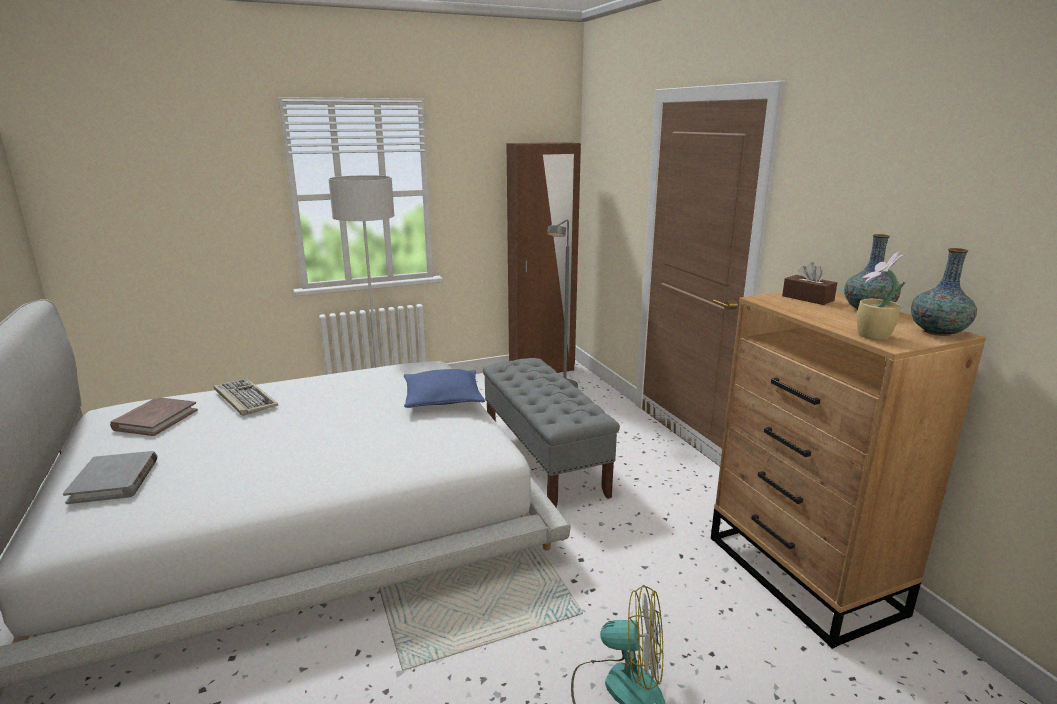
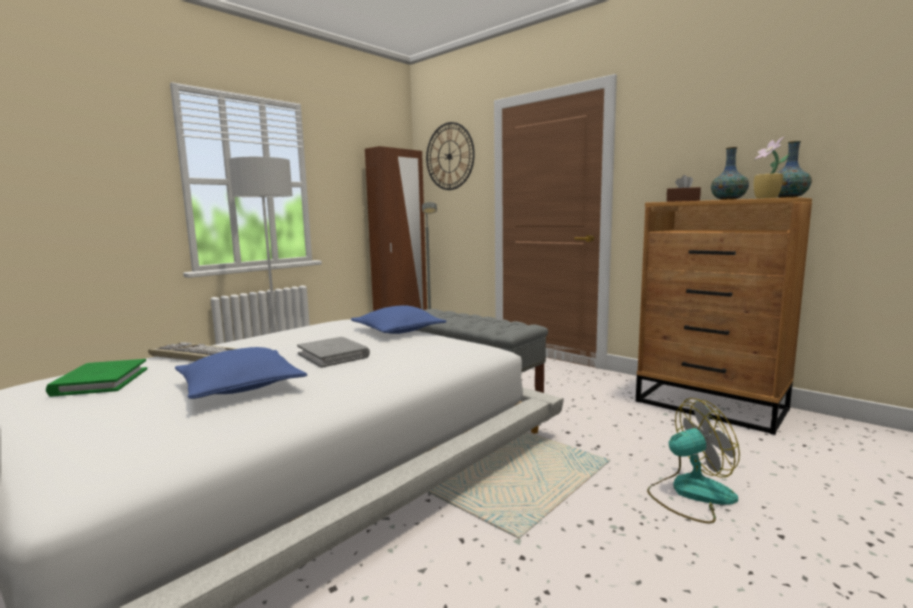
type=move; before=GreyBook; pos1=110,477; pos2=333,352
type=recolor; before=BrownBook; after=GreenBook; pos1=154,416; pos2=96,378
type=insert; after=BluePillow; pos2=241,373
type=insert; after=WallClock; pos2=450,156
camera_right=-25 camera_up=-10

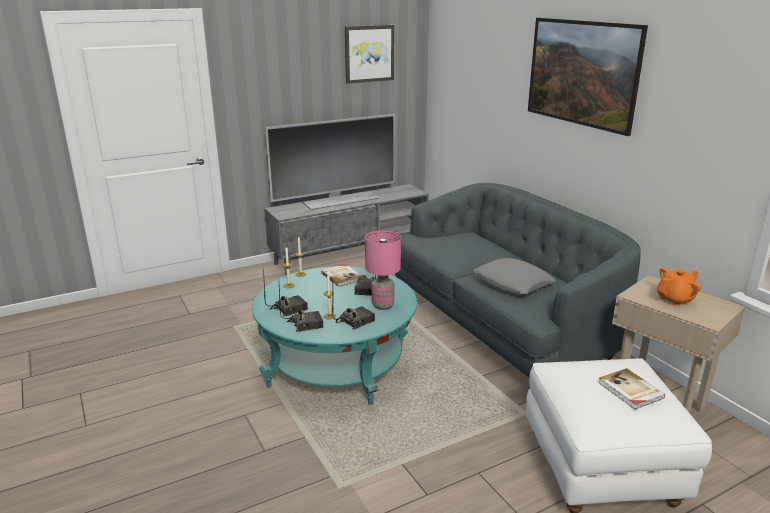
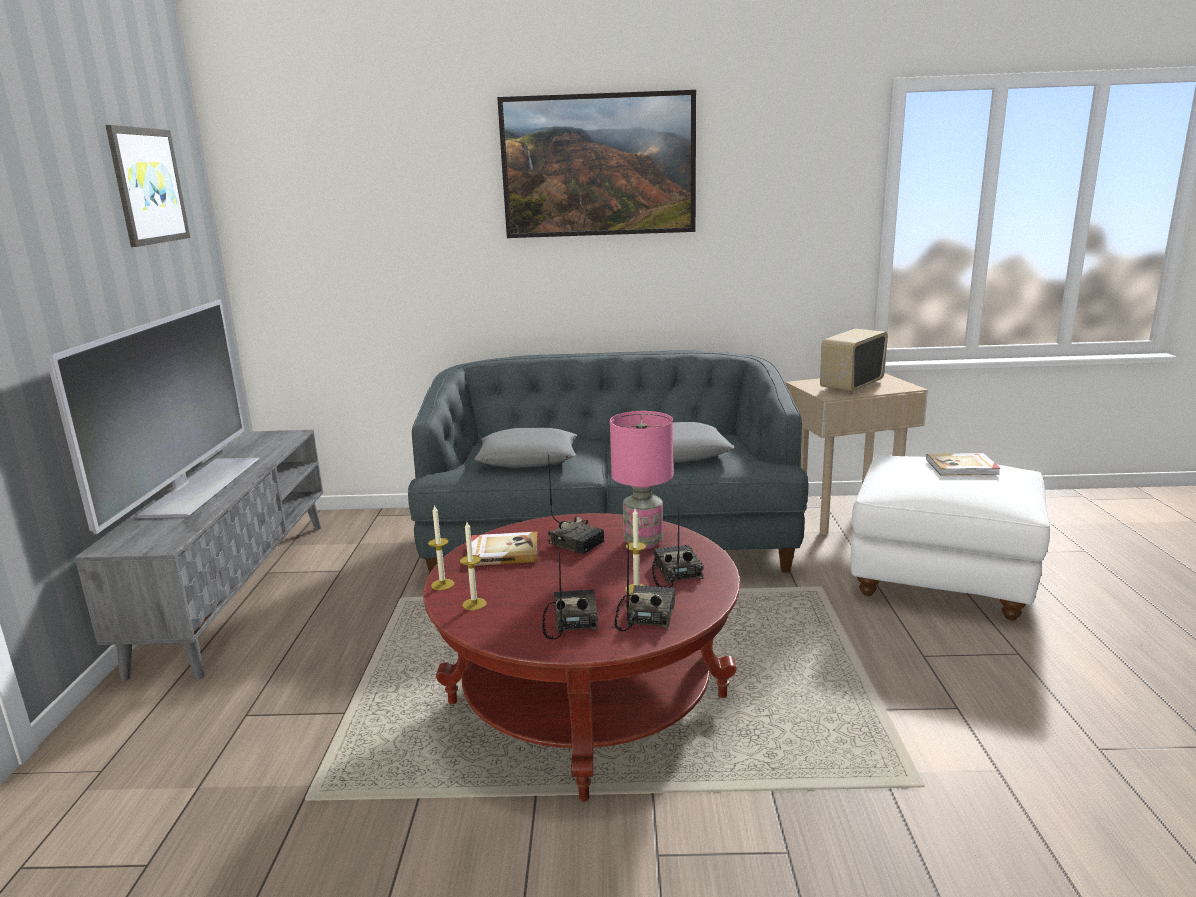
type=recolor; before=TurquoiseCoffeeTable; after=RedCoffeeTable; pos1=334,336; pos2=581,657
type=replace; before=OrangeTeapot; after=Radio; pos1=679,286; pos2=854,361
type=insert; after=GreyPillow; pos2=525,447
camera_right=-60 camera_up=-5

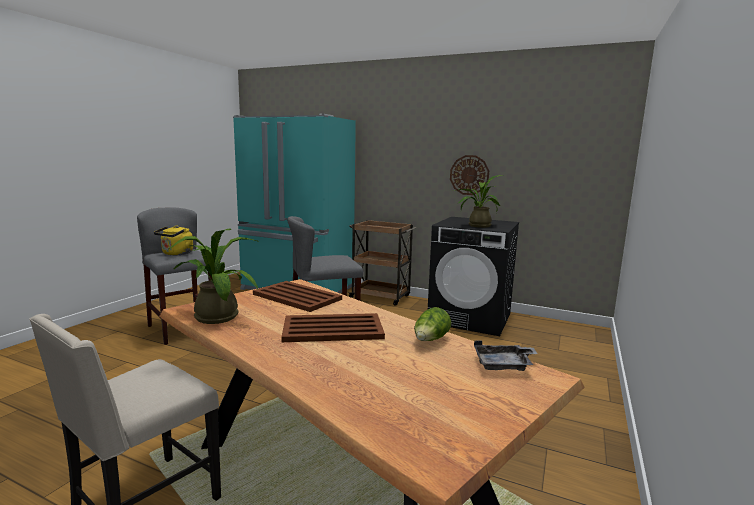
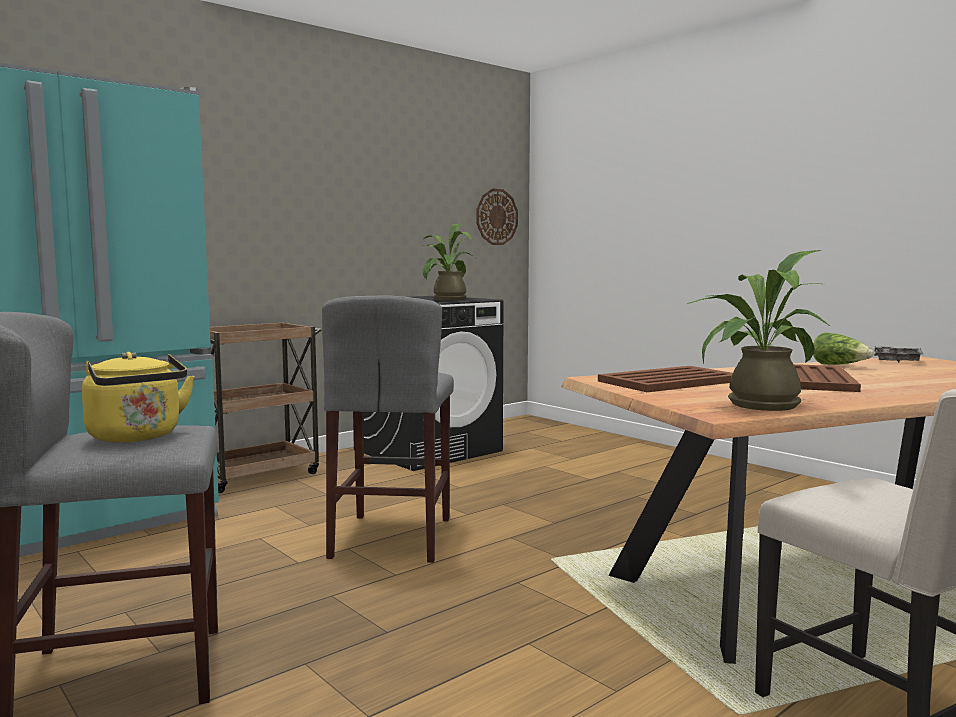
type=move; before=WallClock; pos1=469,175; pos2=497,216
camera_right=-65 camera_up=-5

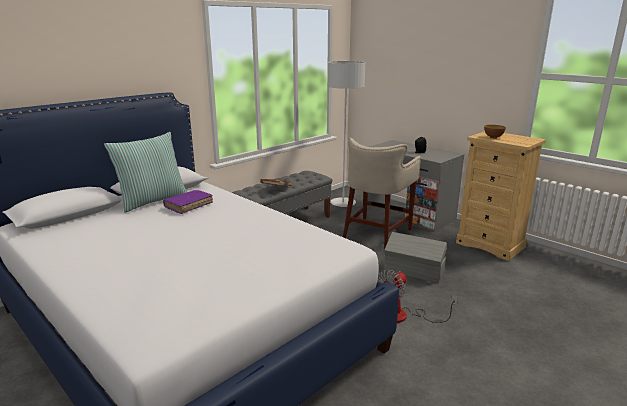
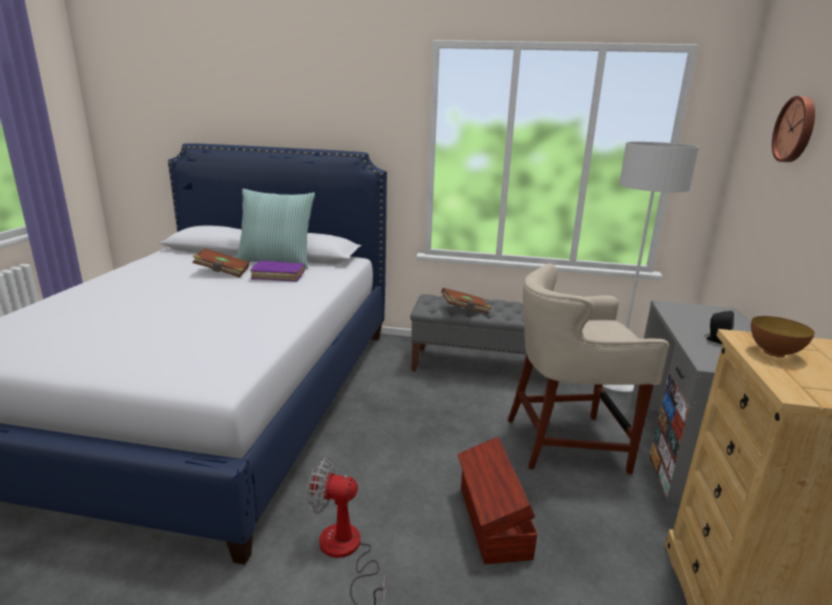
type=recolor; before=GreyStorageBox; after=BrownStorageBox; pos1=415,257; pos2=497,500
type=insert; after=BrownBook; pos2=221,263
type=insert; after=WallClock; pos2=793,129
camera_right=55 camera_up=0

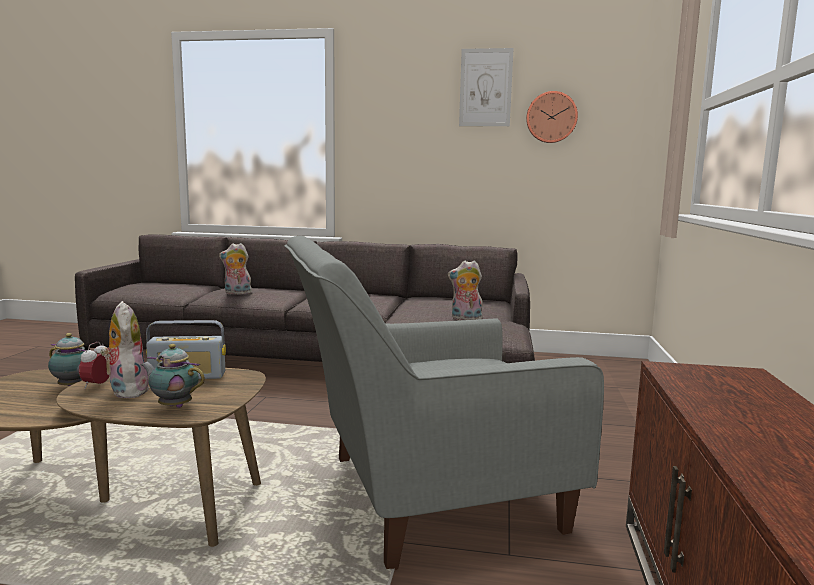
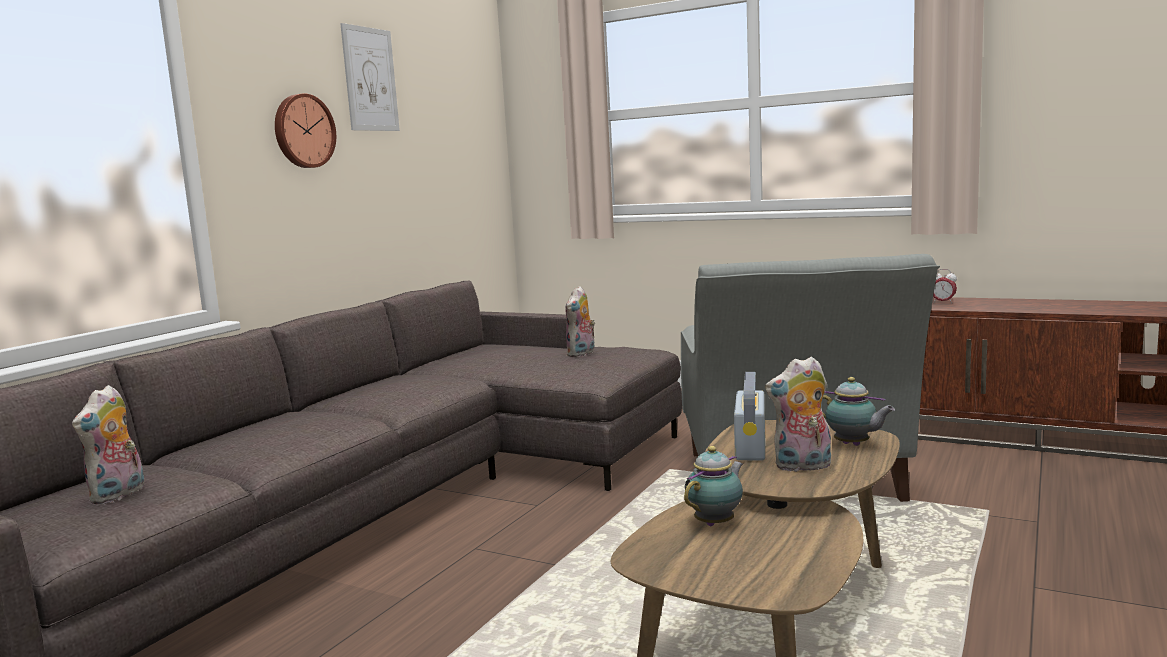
type=move; before=AlarmClock; pos1=94,365; pos2=945,286
type=rotate; before=Teapot; pos1=173,376; pos2=858,411; turn=-90
type=move; before=PlushToy; pos1=235,269; pos2=108,444
type=move; before=WallClock; pos1=552,117; pos2=305,130
camera_right=-70 camera_up=0

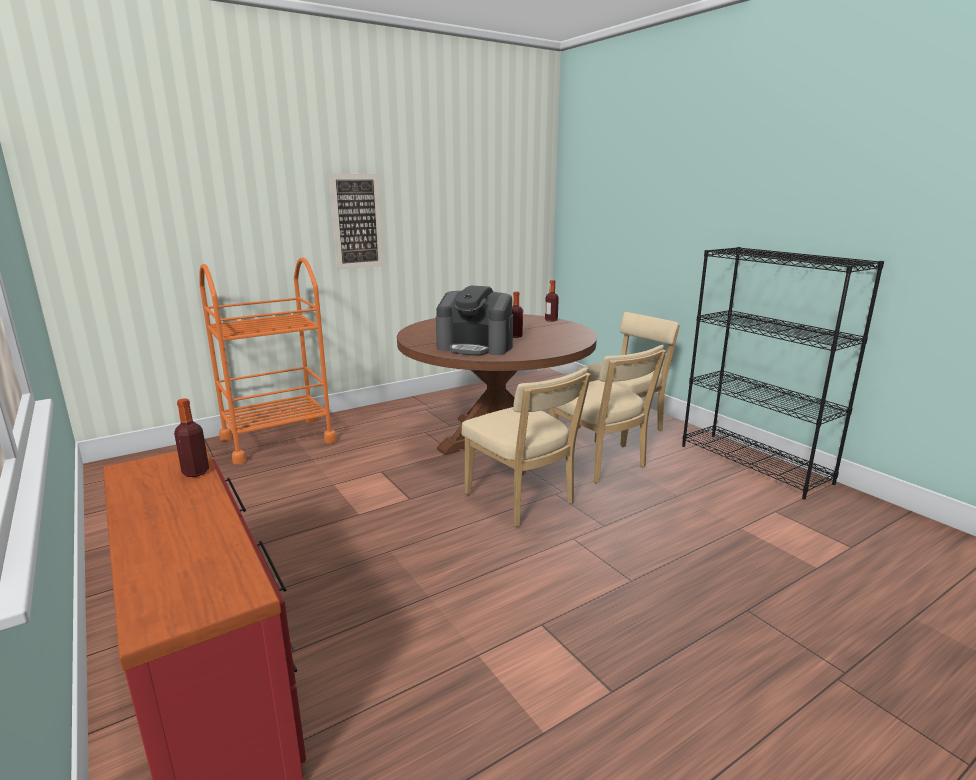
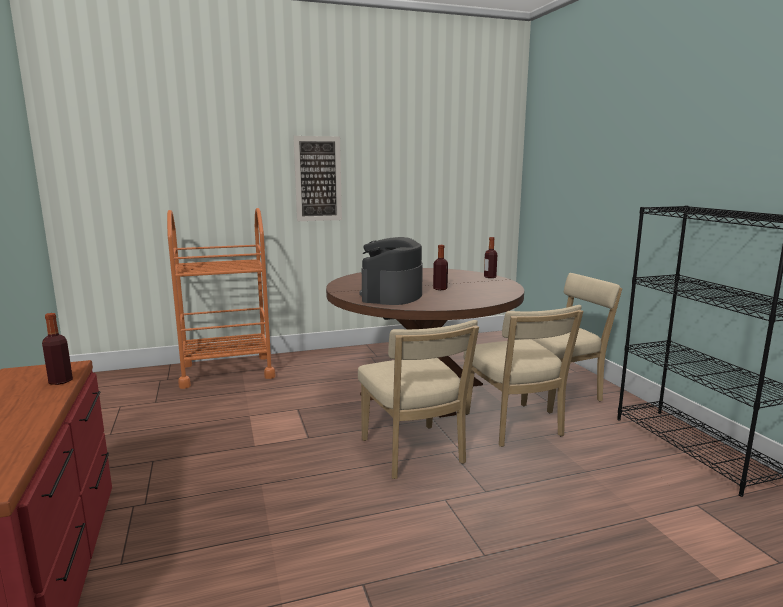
type=rotate; before=CoffeeMachine; pos1=474,321; pos2=391,271; turn=75
camera_right=15 camera_up=-5

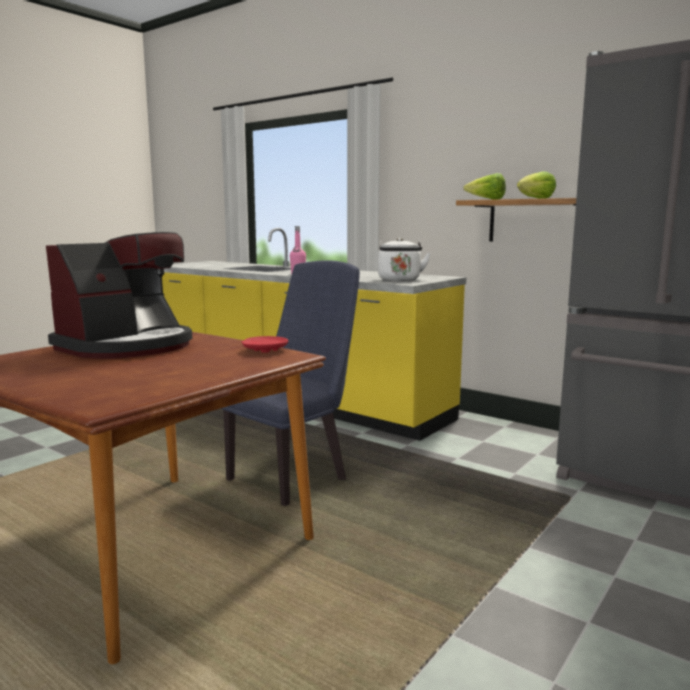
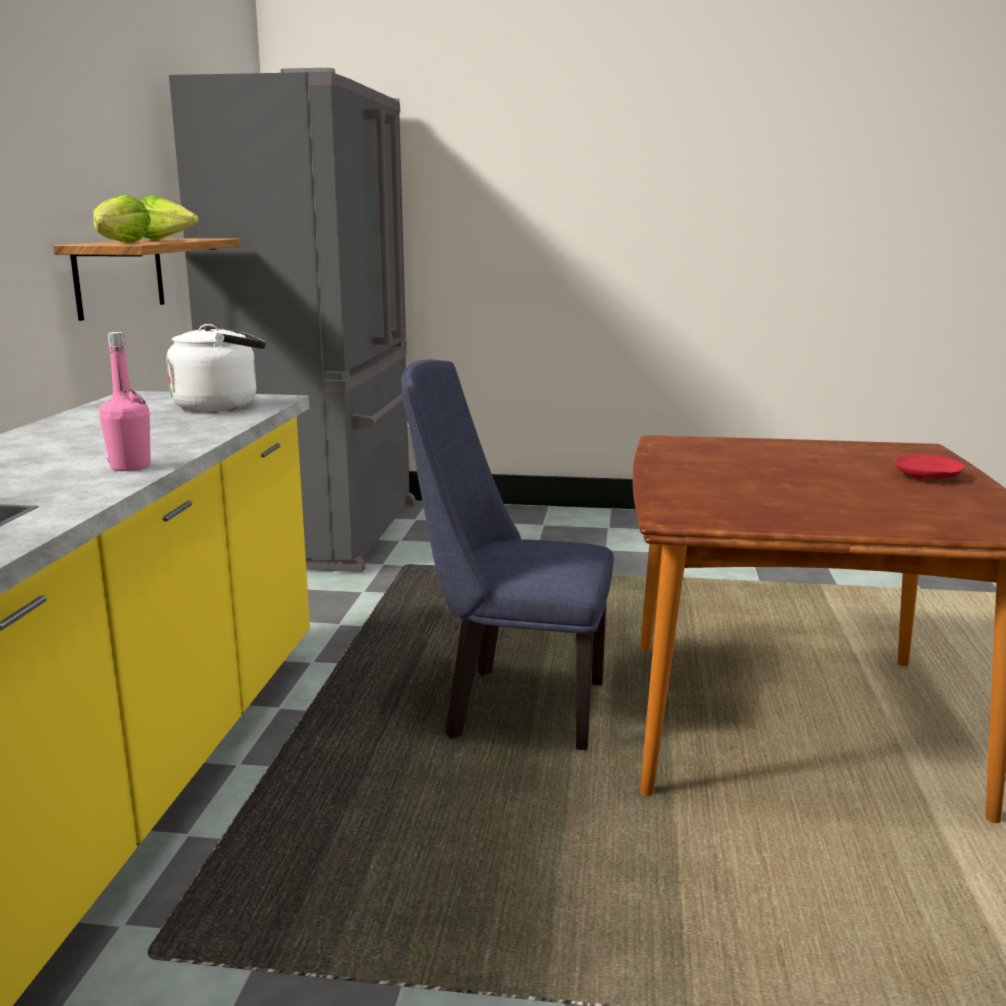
type=delete; before=CoffeeMachine; pos1=119,295
type=move; before=RedPlate; pos1=265,344; pos2=929,467
camera_right=-120 camera_up=5

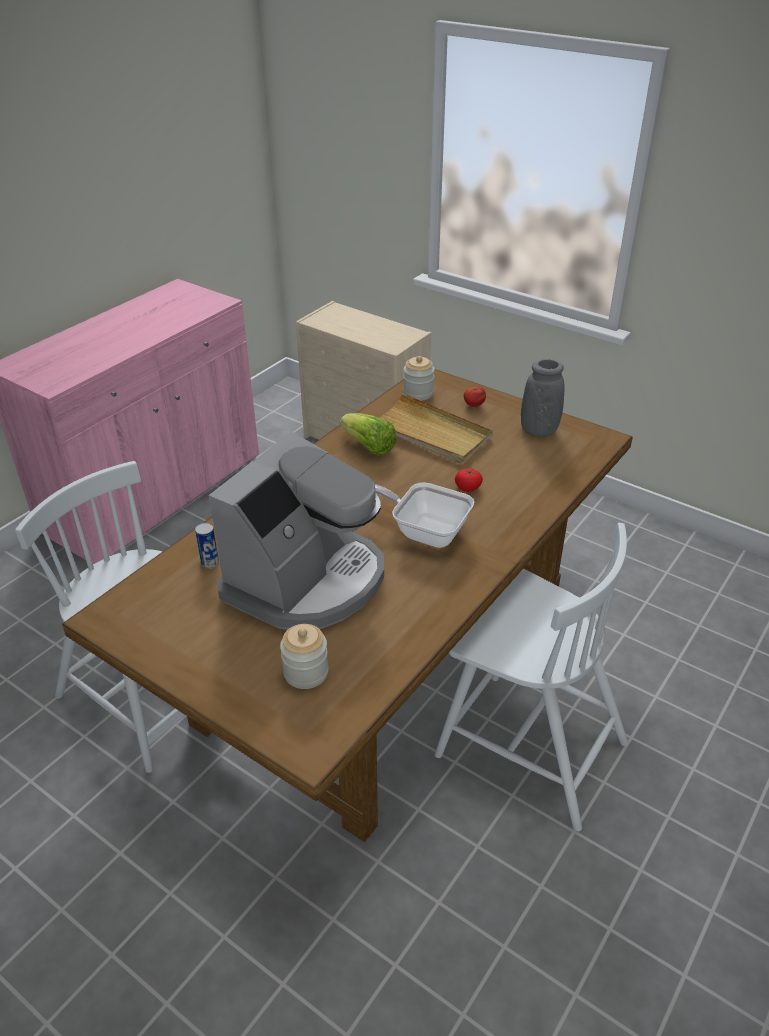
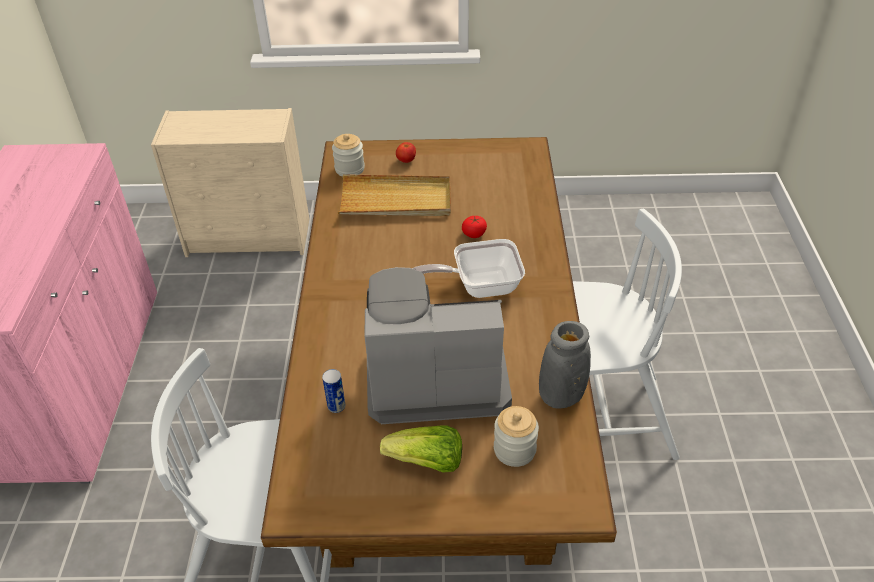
type=rotate; before=CoffeeMachine; pos1=296,530; pos2=438,345; turn=-90
type=move; before=Lettuce; pos1=368,434; pos2=421,449
type=move; before=GreyVase; pos1=542,397; pos2=565,364
camera_right=-35 camera_up=5

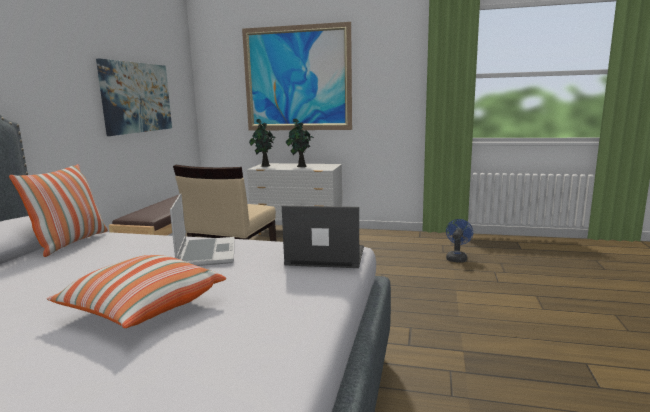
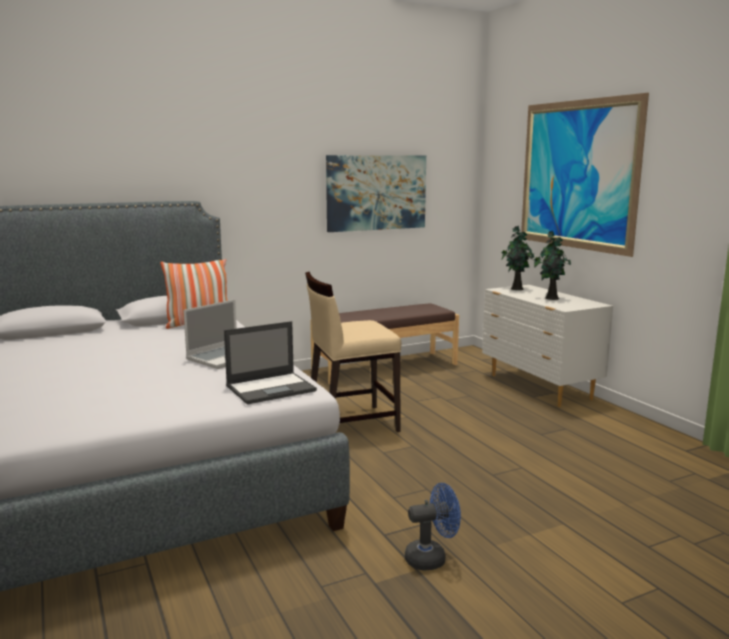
type=delete; before=Pillow; pos1=136,291
type=rotate; before=Laptop; pos1=323,237; pos2=270,362; turn=90
type=move; before=BlueFan; pos1=459,241; pos2=433,527
camera_right=50 camera_up=0

